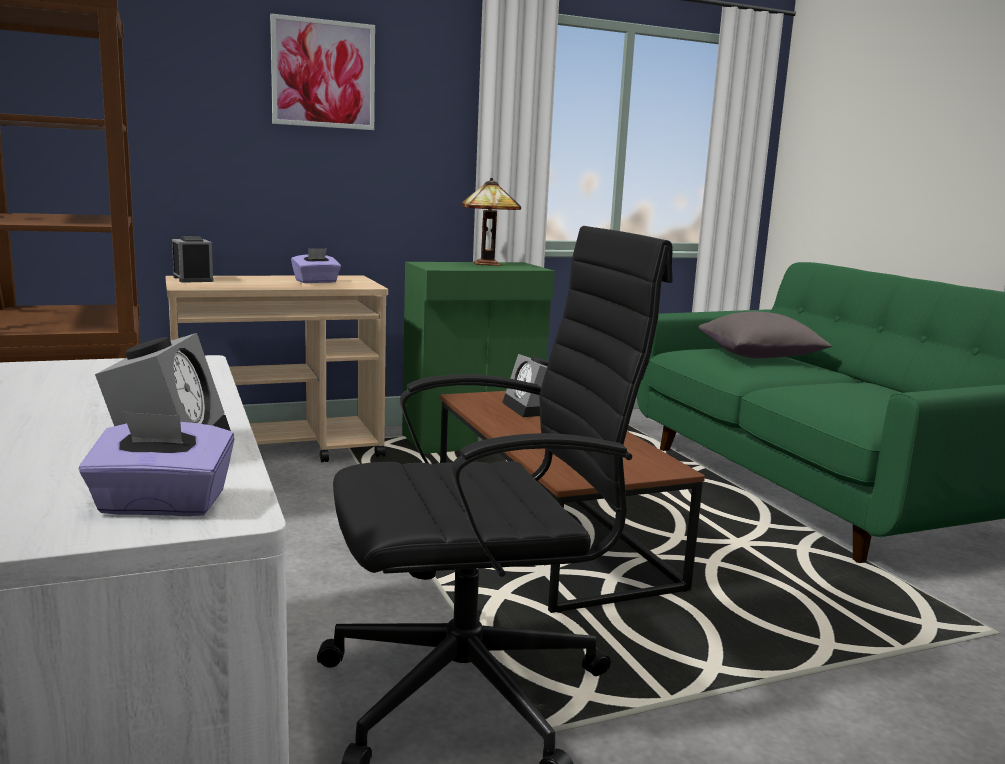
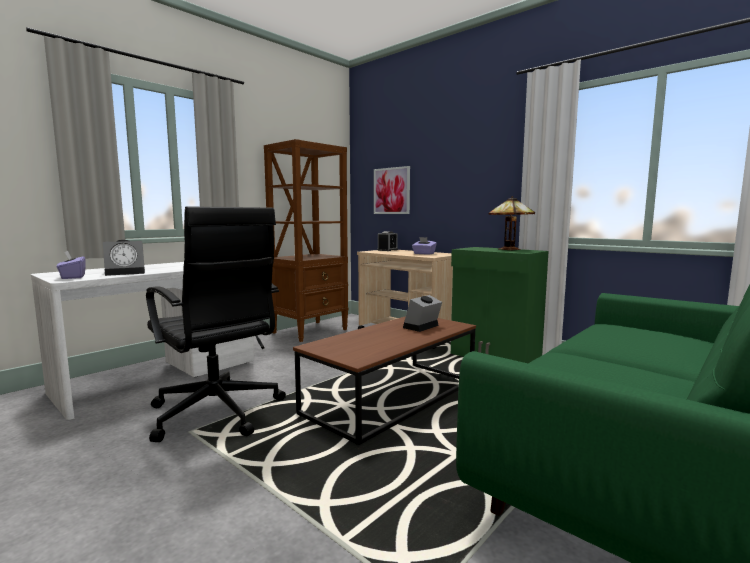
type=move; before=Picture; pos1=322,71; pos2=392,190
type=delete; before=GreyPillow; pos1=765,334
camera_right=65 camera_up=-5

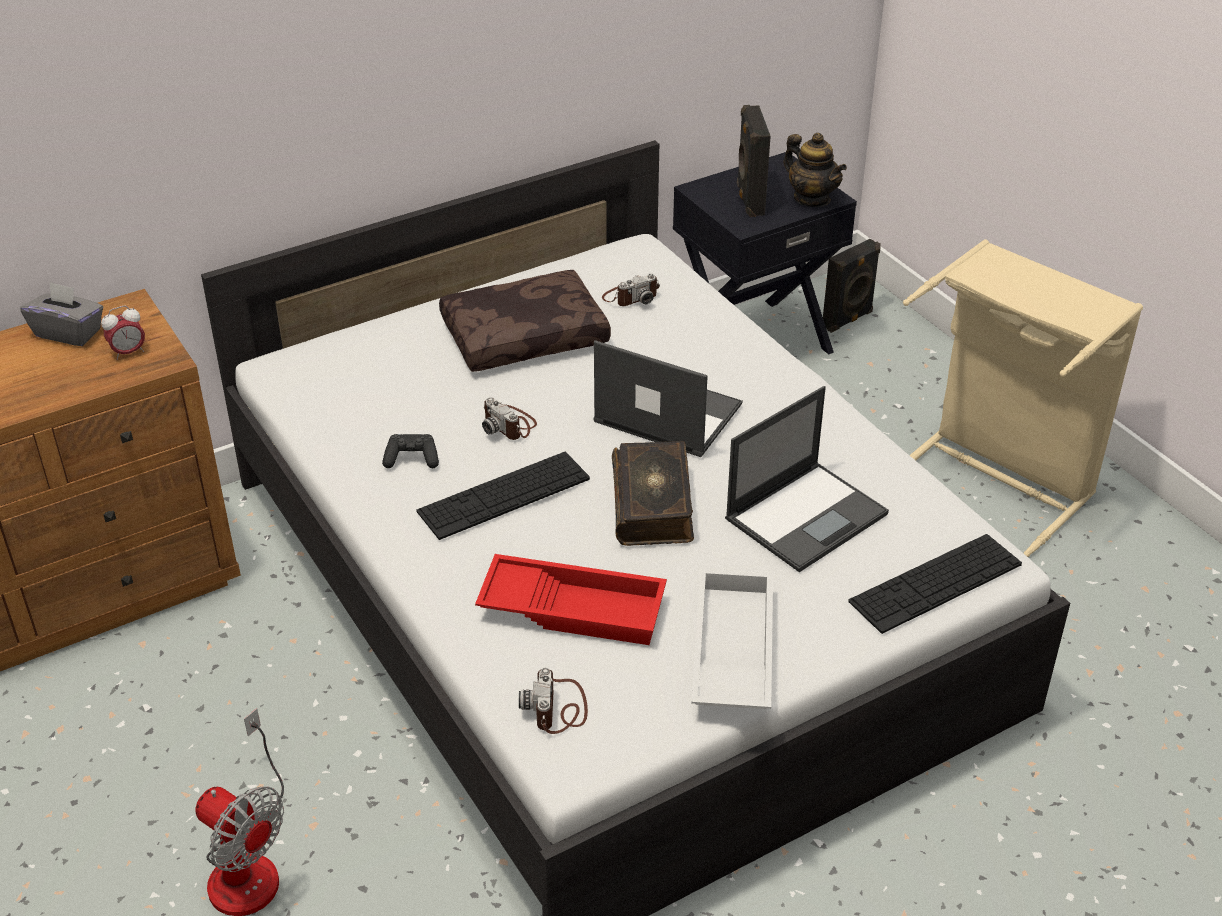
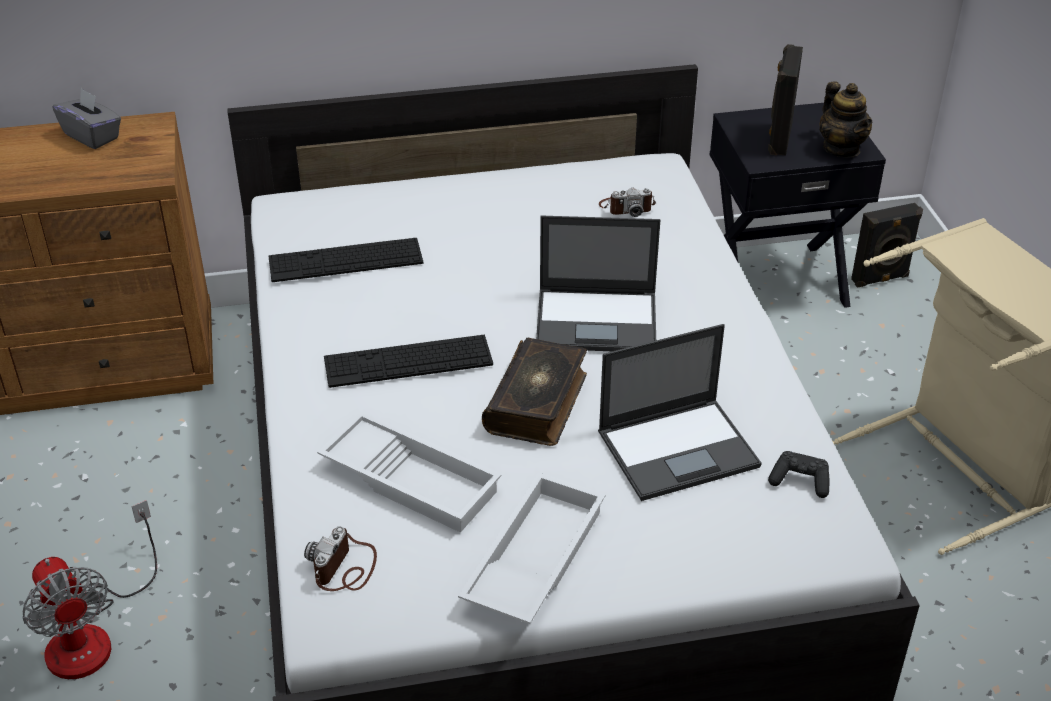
type=delete; before=AlarmClock; pos1=123,333
type=move; before=BlackGameController; pos1=410,451; pos2=799,474
type=delete; before=BrownPillow; pos1=525,321
type=recolor; before=RedTray; after=WhiteTray; pos1=571,599; pos2=409,472
type=delete; before=PhotoCamera; pos1=509,418
type=rotate; before=Laptop; pos1=668,398; pos2=598,283; turn=135
type=move; before=Keyboard; pos1=935,584; pos2=345,260
camera_right=20 camera_up=0

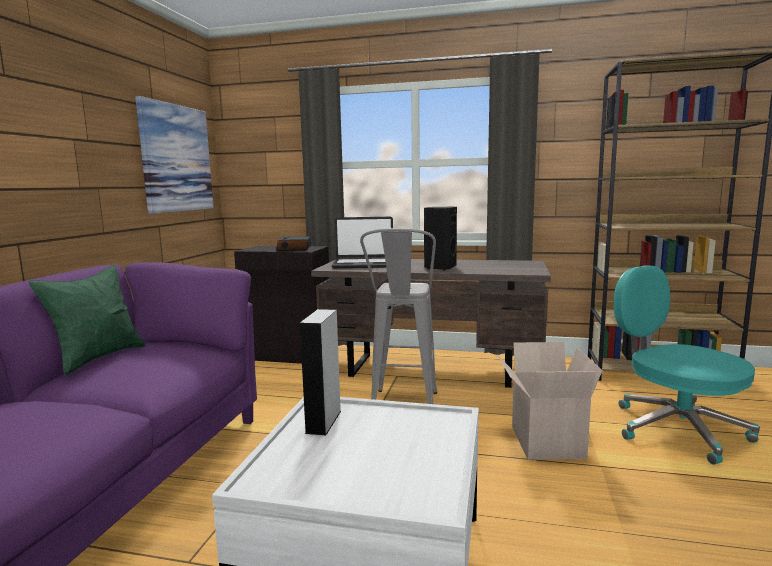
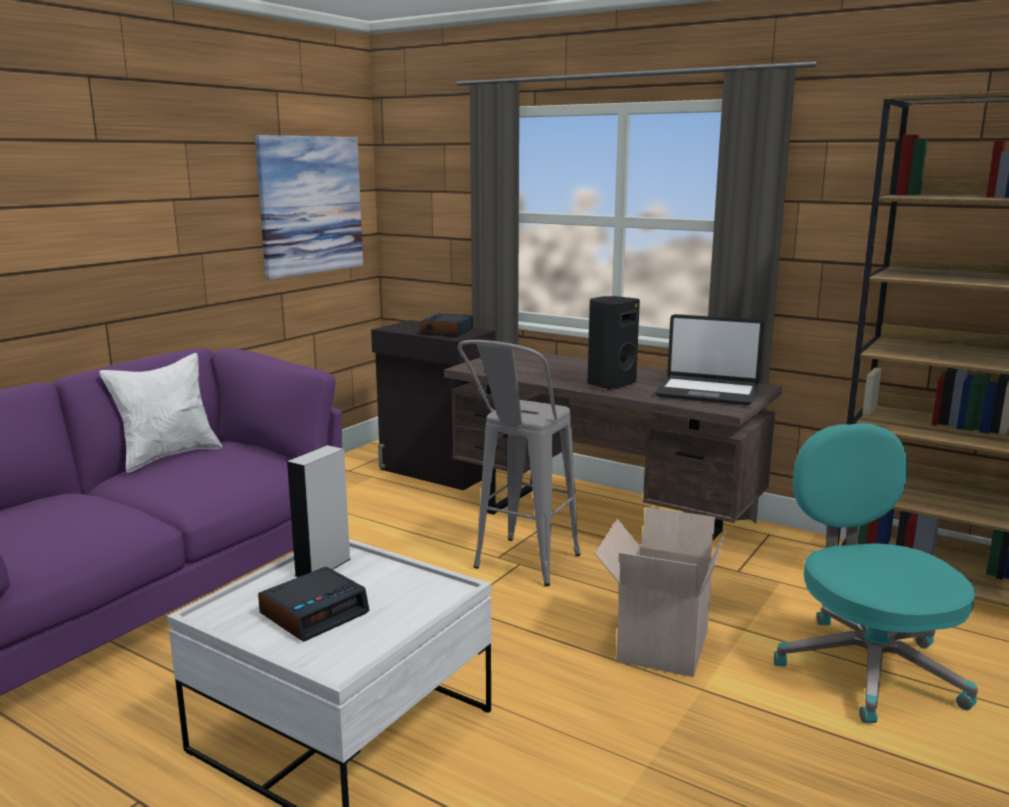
type=recolor; before=GreenPillow; after=WhitePillow; pos1=87,320; pos2=160,413
type=move; before=Laptop; pos1=362,242; pos2=709,359
type=insert; after=AlarmClock; pos2=314,604
camera_right=20 camera_up=5

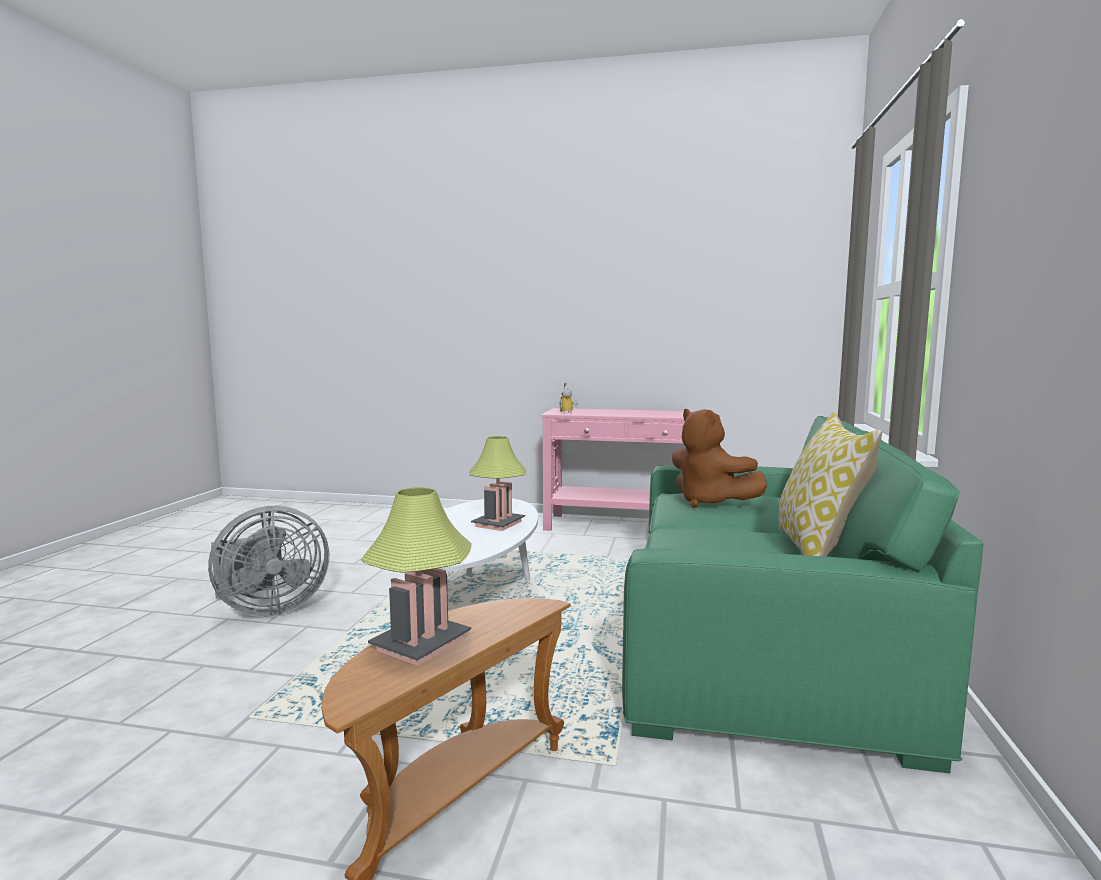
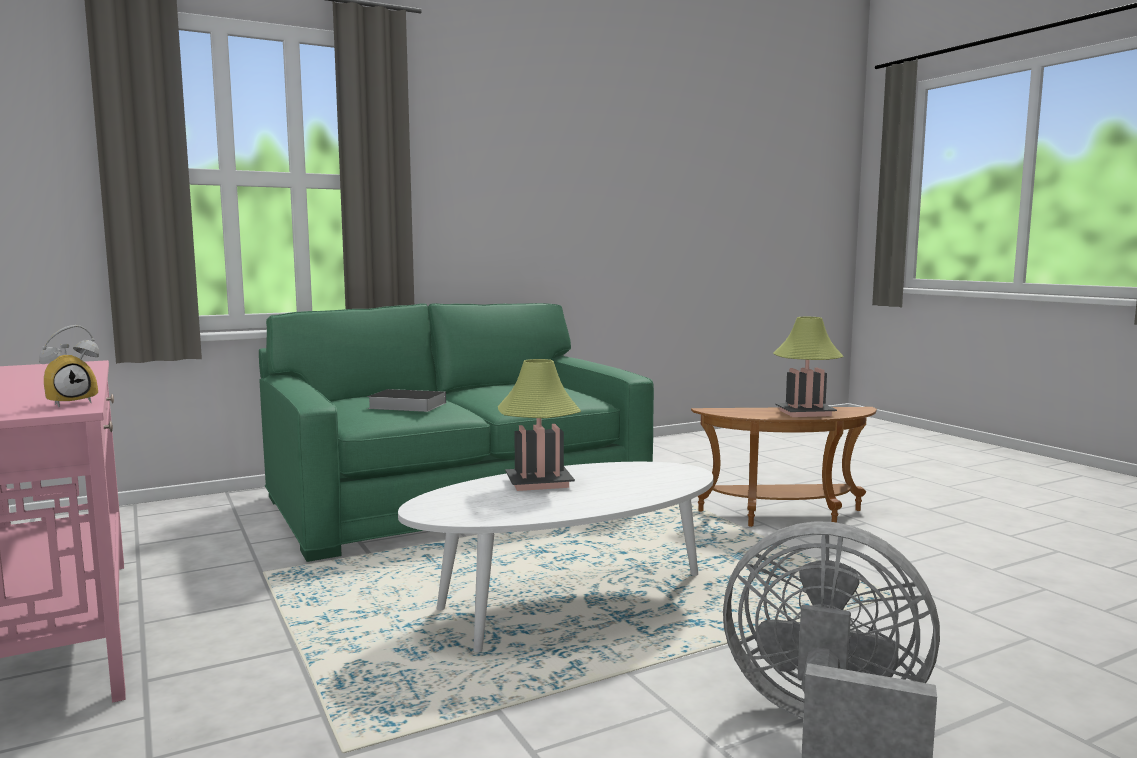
type=replace; before=BrownPlushToy; after=Book; pos1=719,458; pos2=406,400
type=delete; before=Pillow; pos1=830,484
camera_right=-130 camera_up=0

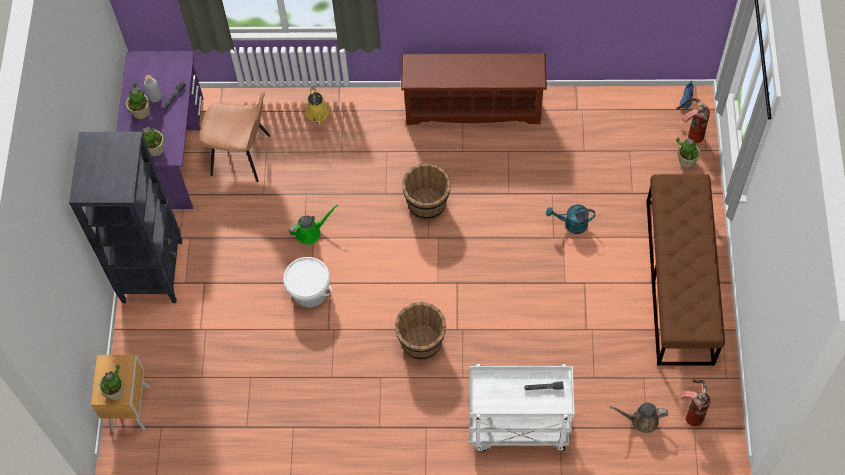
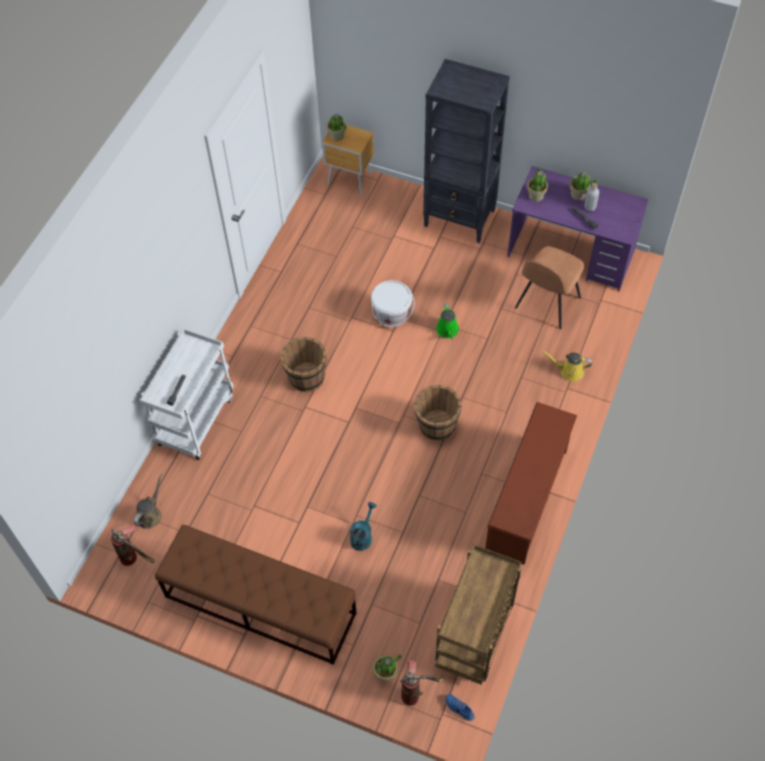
type=insert; after=BrownCart; pos2=478,615
camera_right=110 camera_up=-5

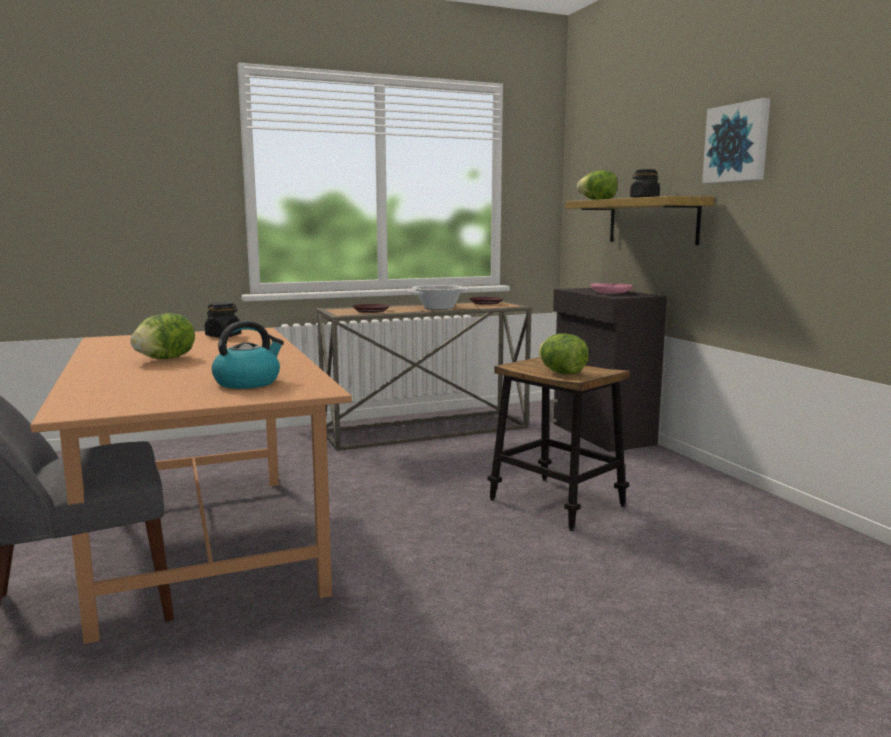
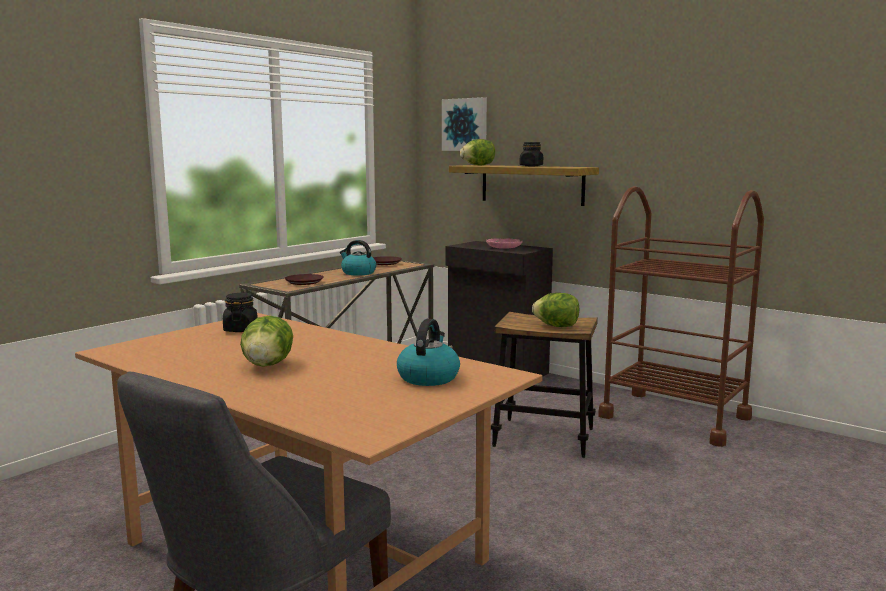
type=replace; before=CookingPot; after=Kettle; pos1=438,297; pos2=358,258
type=move; before=Picture; pos1=736,141; pos2=464,124
type=insert; after=BrownCart; pos2=681,316
camera_right=-30 camera_up=0

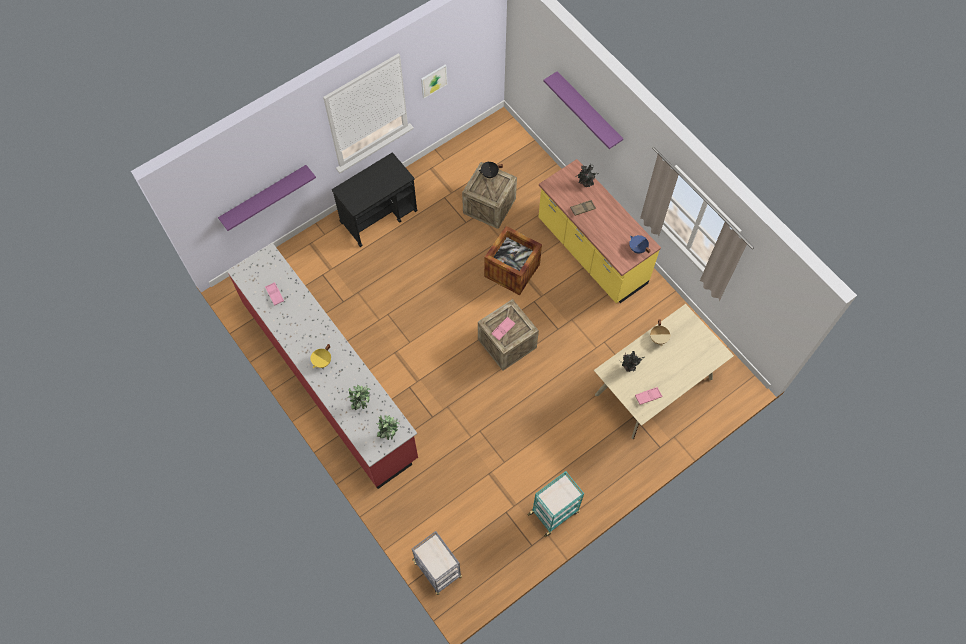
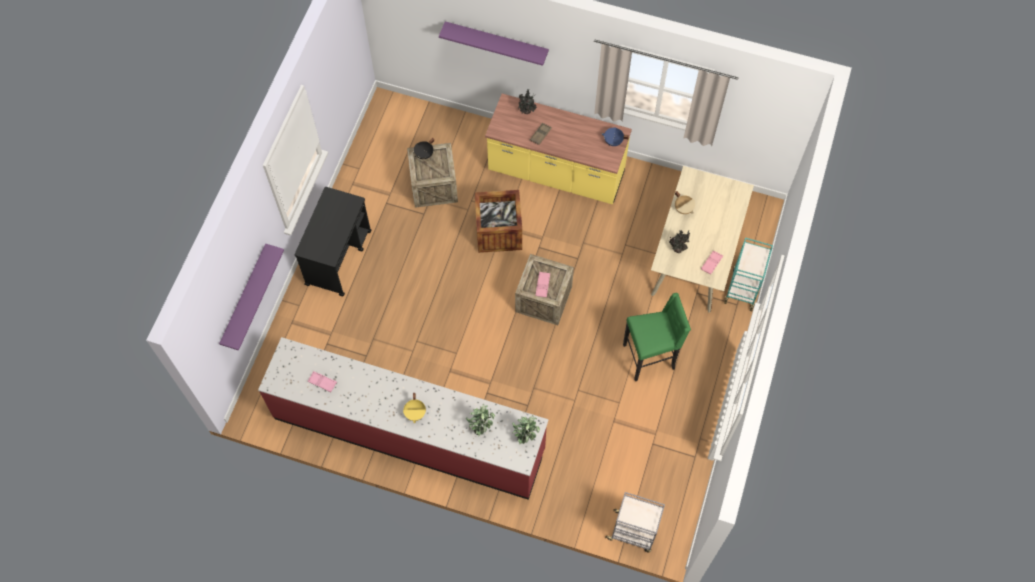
type=delete; before=Picture; pos1=434,81
type=move; before=TurquoiseCart; pos1=555,504; pos2=748,274
type=insert; after=GreenStool; pos2=657,337
camera_right=-35 camera_up=0

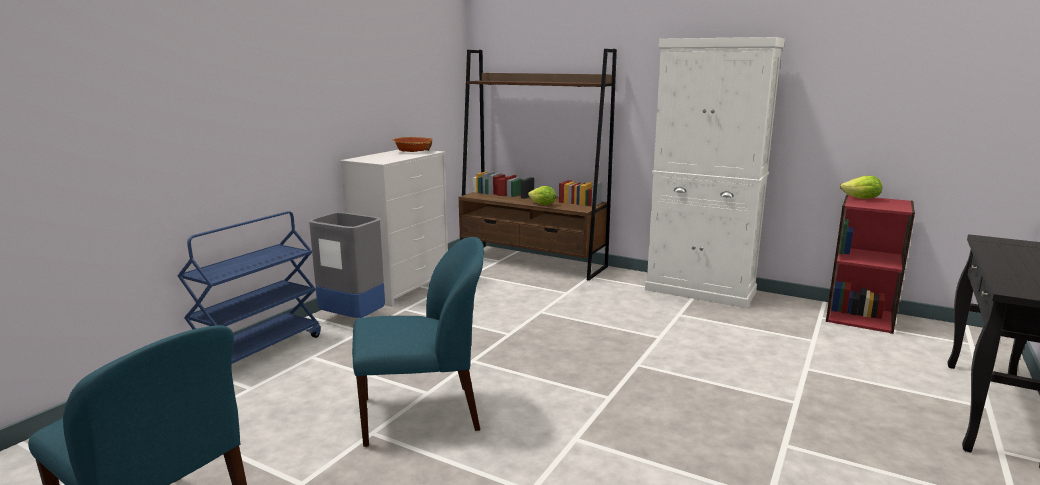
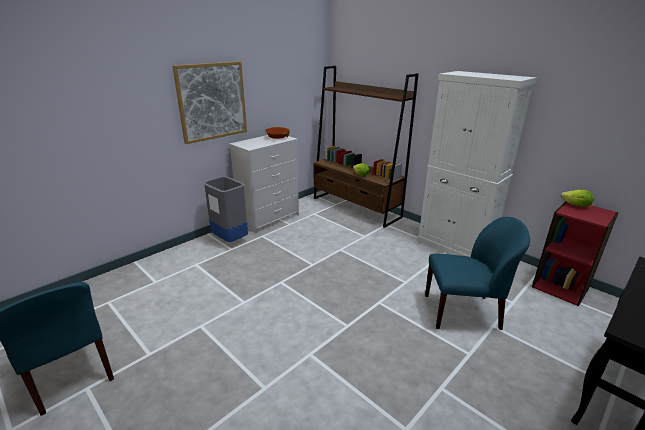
type=delete; before=BlueCart; pos1=249,287
type=move; before=BlueChair; pos1=418,342; pos2=477,273
type=insert; after=Picture; pos2=209,102
camera_right=15 camera_up=10

